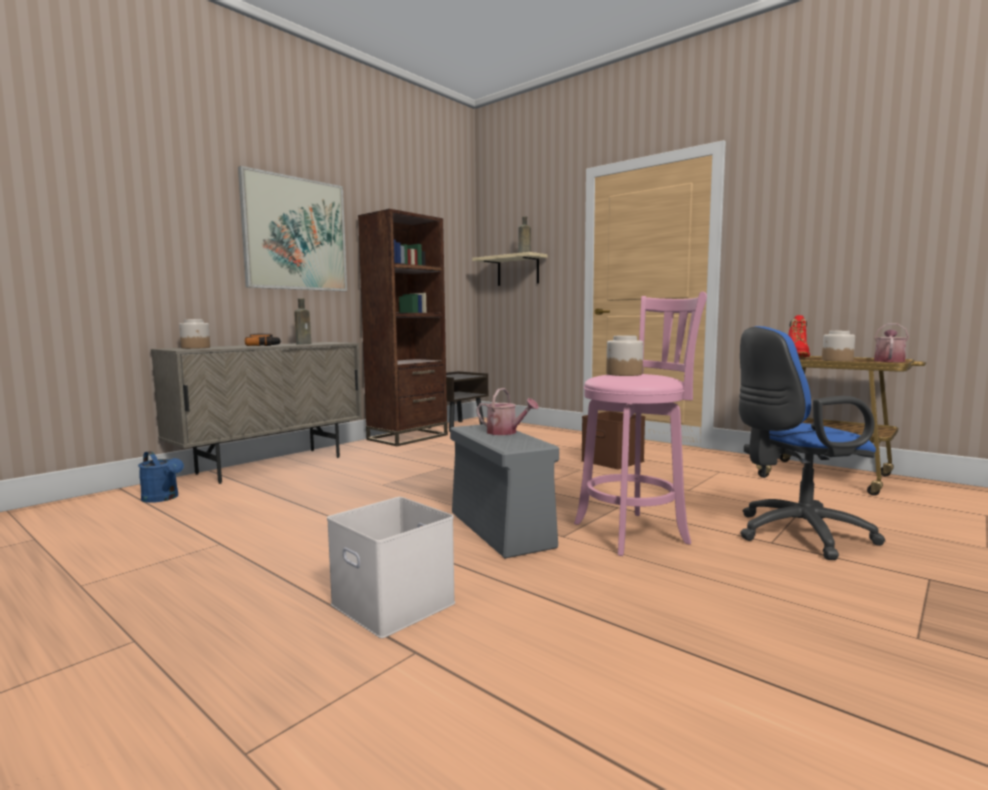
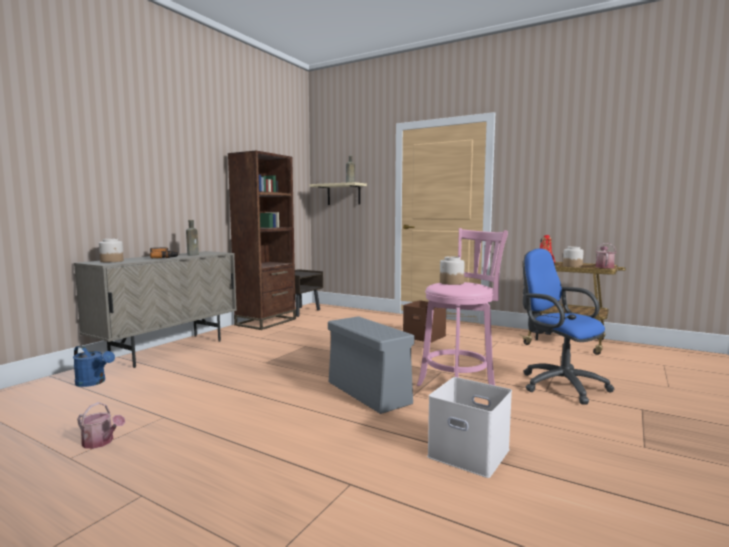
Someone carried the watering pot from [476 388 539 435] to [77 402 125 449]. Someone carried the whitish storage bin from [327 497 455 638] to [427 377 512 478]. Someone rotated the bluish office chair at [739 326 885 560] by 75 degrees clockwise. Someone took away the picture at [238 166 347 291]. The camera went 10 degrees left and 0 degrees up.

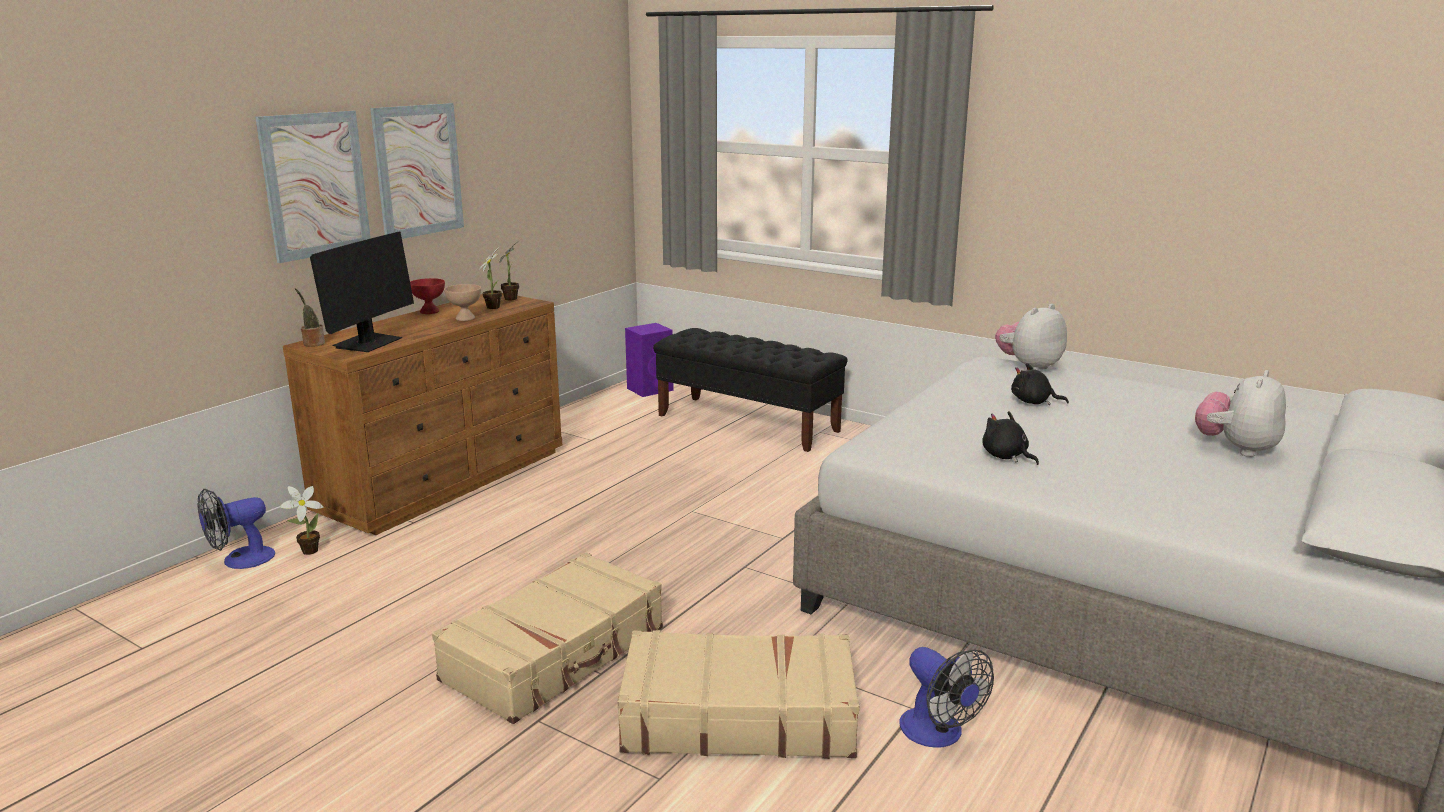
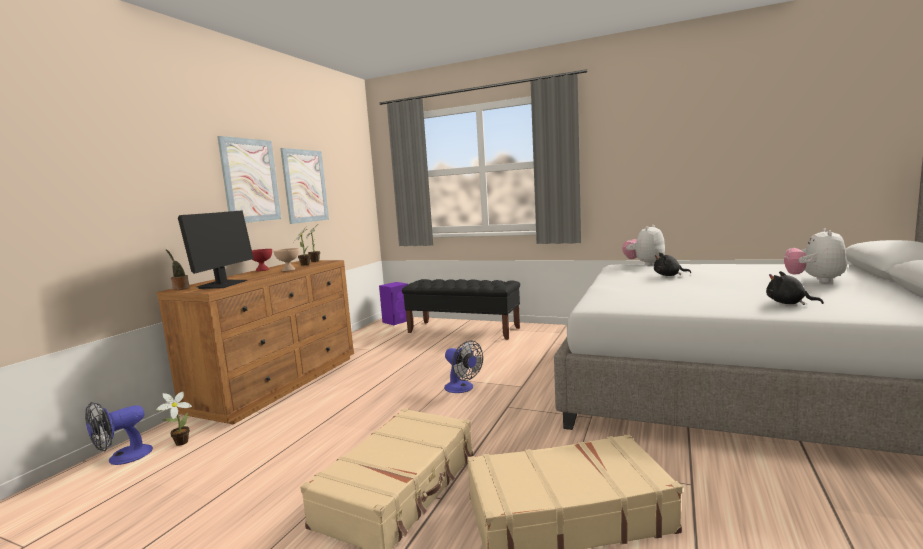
Someone carried the picture from [255 111 371 263] to [280 148 329 224]. Someone carried the electric fan from [899 647 994 748] to [444 340 483 393]. Someone carried the blackish plush toy from [982 411 1039 465] to [766 271 824 305]. The camera went 10 degrees left and 10 degrees down.

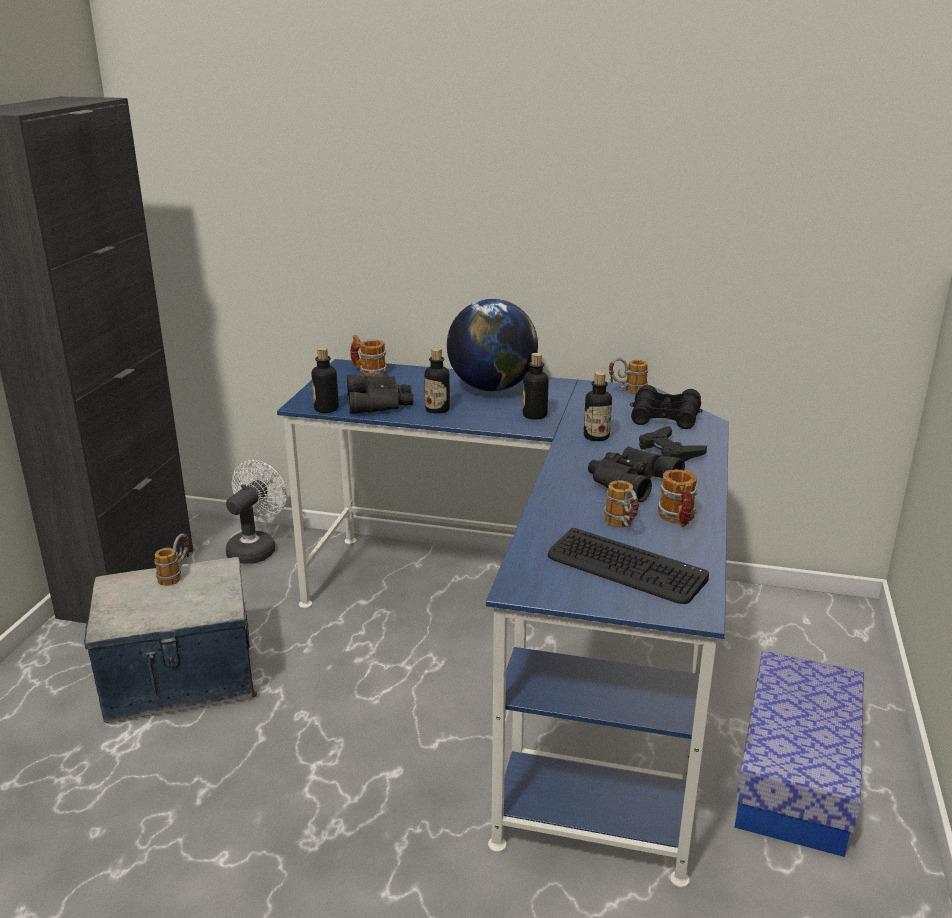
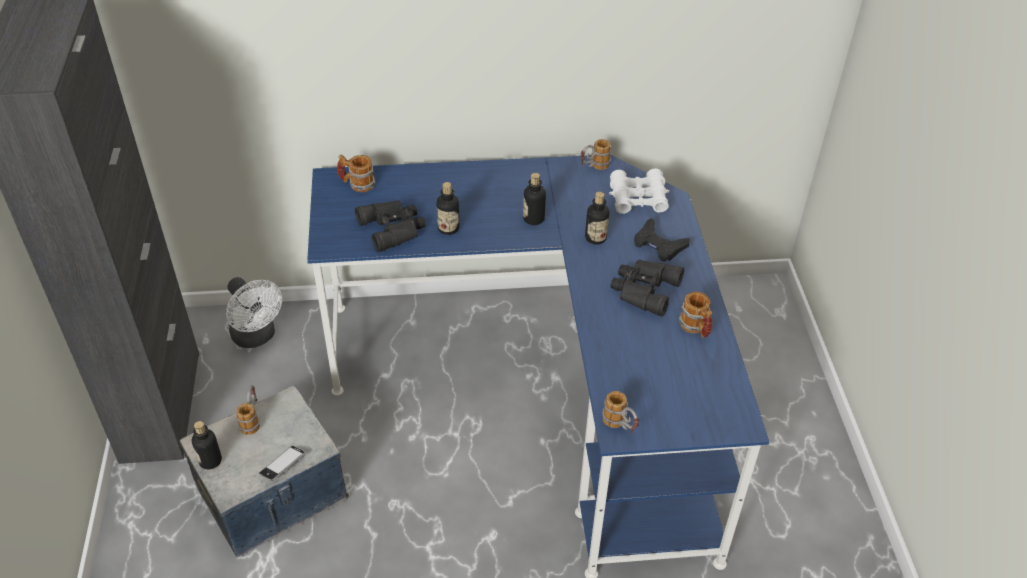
Someone carried the bottle from [311 347 339 413] to [192 421 222 469]. Someone rotated the whitish electric fan at [226 460 287 564] by 135 degrees clockwise. Someone put down the phone at [259 446 305 481]. Someone carried the tea mug from [604 480 639 527] to [602 391 639 434]. Someone repainted the blackish field glasses at [630 385 702 429], which became the whitish field glasses at [609 169 669 214]. Someone took away the world globe at [447 299 538 391]. Someone took away the PC keyboard at [548 528 709 604]. Someone took away the storage bin at [734 651 864 857]. The camera went 20 degrees left and 20 degrees up.

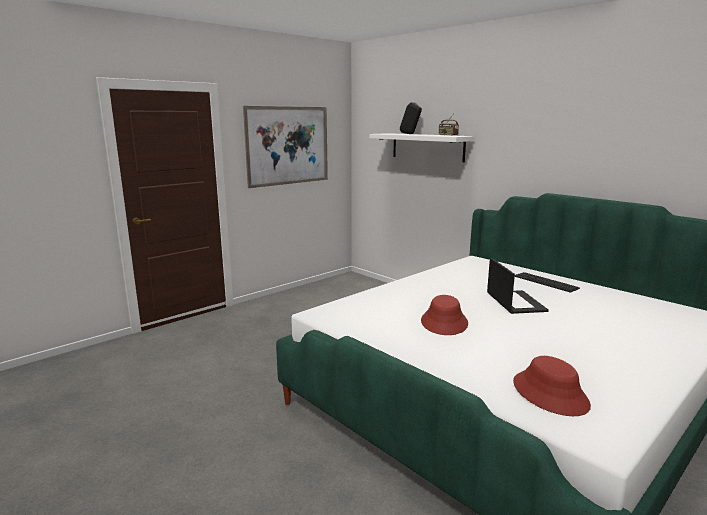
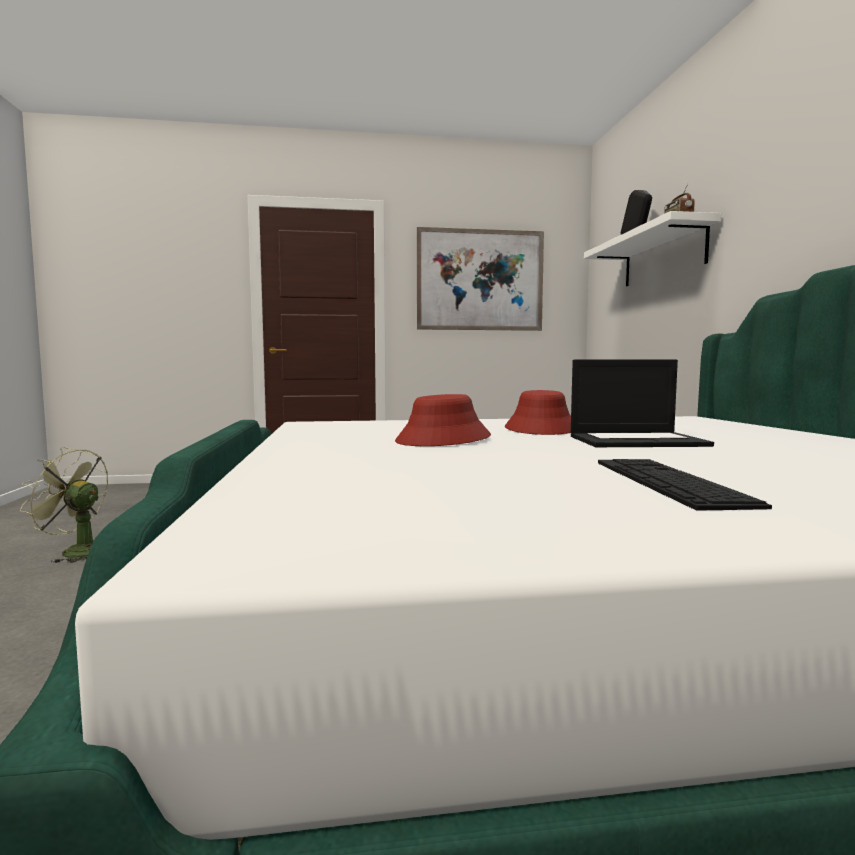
Someone put down the green electric fan at [20 447 108 563]. Someone carried the reddish clothing hat from [513 356 591 416] to [505 390 571 435]. Someone rotated the portable computer at [487 258 549 314] by 60 degrees clockwise. Someone carried the PC keyboard from [515 272 580 293] to [598 459 772 511]. The camera went 35 degrees right and 10 degrees down.

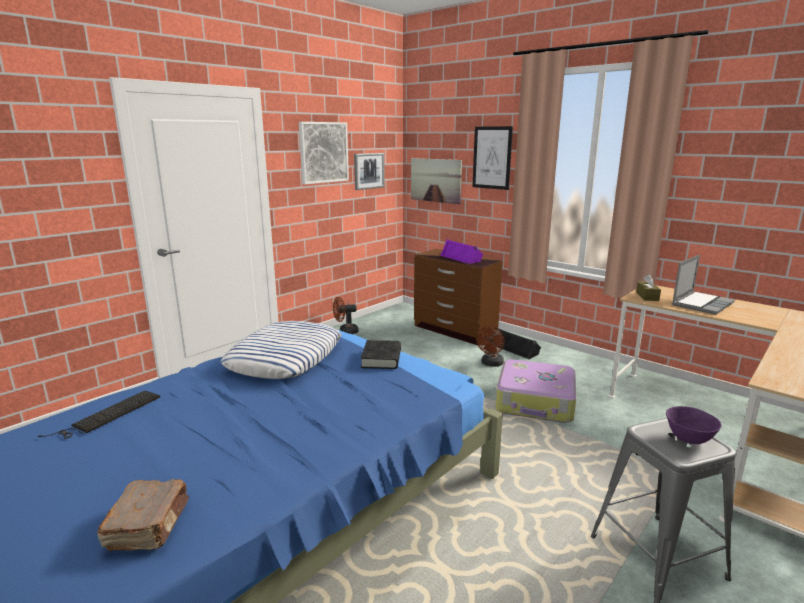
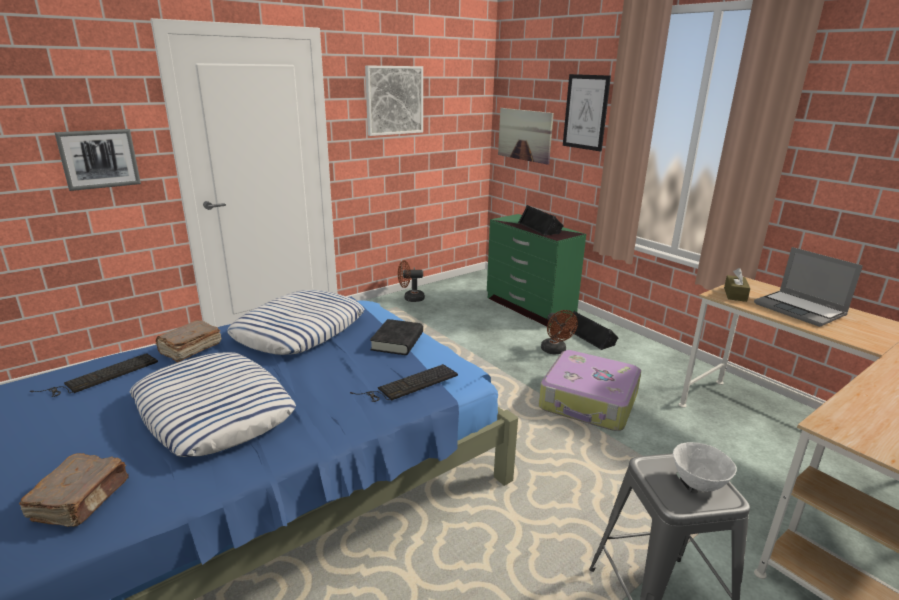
Someone carried the picture from [354 153 385 190] to [54 129 141 191]. Someone put down the cushion at [129 352 296 457]. Someone put down the brown-coloured volume at [156 320 221 363]. Someone put down the PC keyboard at [350 364 458 402]. Someone repainted the brown-coloured dresser at [414 249 502 345], which became the green dresser at [487 214 586 328]. Someone repainted the purple speaker at [440 239 483 264], which became the blackish speaker at [518 205 564 236]. Someone rotated the brown-coloured electric fan at [476 326 505 367] by 60 degrees counterclockwise. Someone repainted the purple deep dish at [666 406 722 444], which became the whitish deep dish at [673 442 737 492]. Someone rotated the portable computer at [672 254 735 315] by 90 degrees clockwise. The camera went 10 degrees right and 5 degrees up.

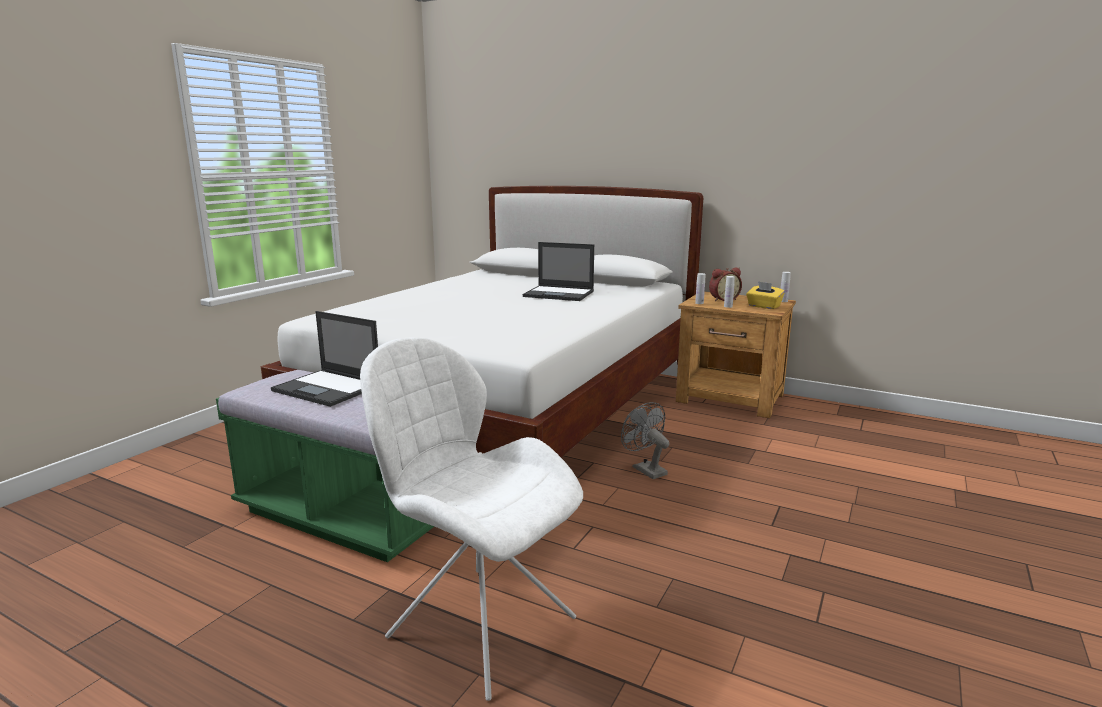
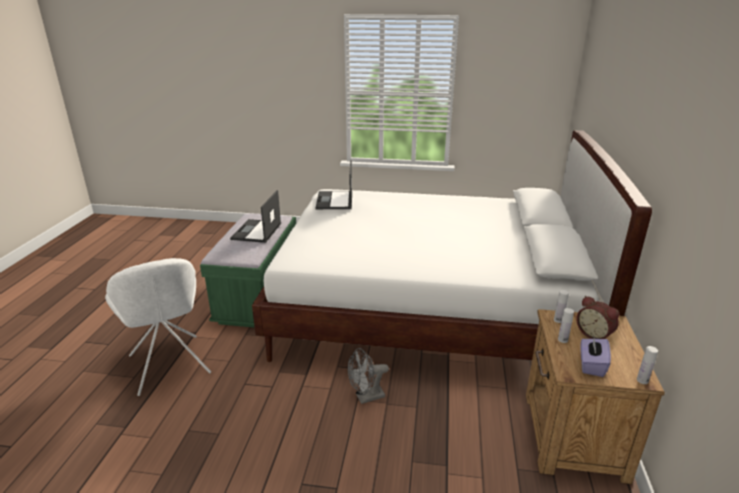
Someone rotated the whitish upright chair at [360 337 583 701] by 135 degrees clockwise. Someone carried the portable computer from [523 242 594 301] to [316 160 352 209]. Someone rotated the grey electric fan at [621 402 669 479] by 150 degrees counterclockwise. Someone repainted the yellow tissue holder at [746 281 785 309], which became the purple tissue holder at [581 338 611 377]. The camera went 70 degrees right and 10 degrees up.

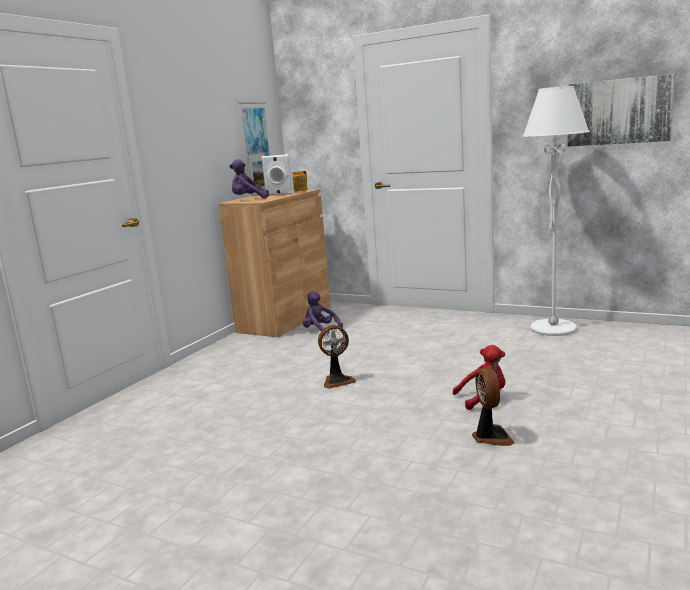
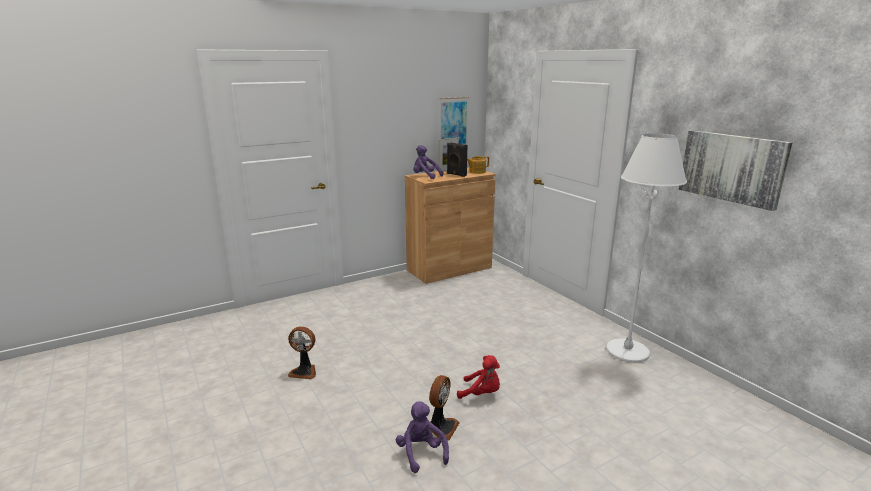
Someone carried the electric fan from [318 325 356 389] to [288 326 316 379]. Someone carried the purple plush toy from [302 292 343 335] to [396 401 449 473]. Someone repainted the whitish speaker at [262 154 294 196], which became the blackish speaker at [447 143 467 177]. The camera went 30 degrees right and 5 degrees up.

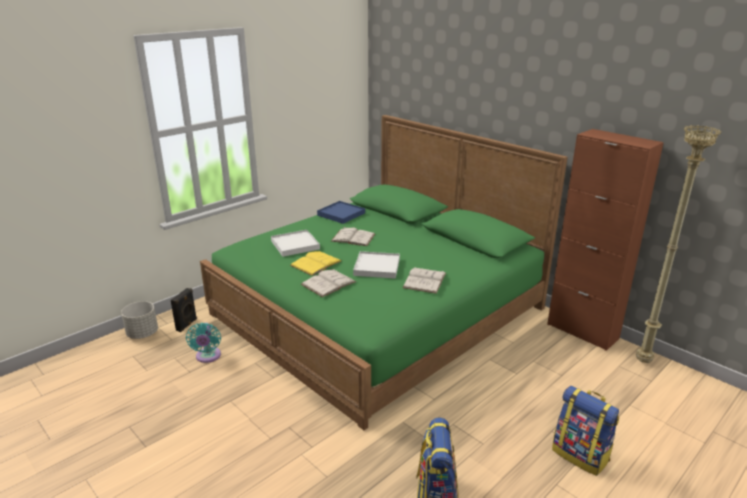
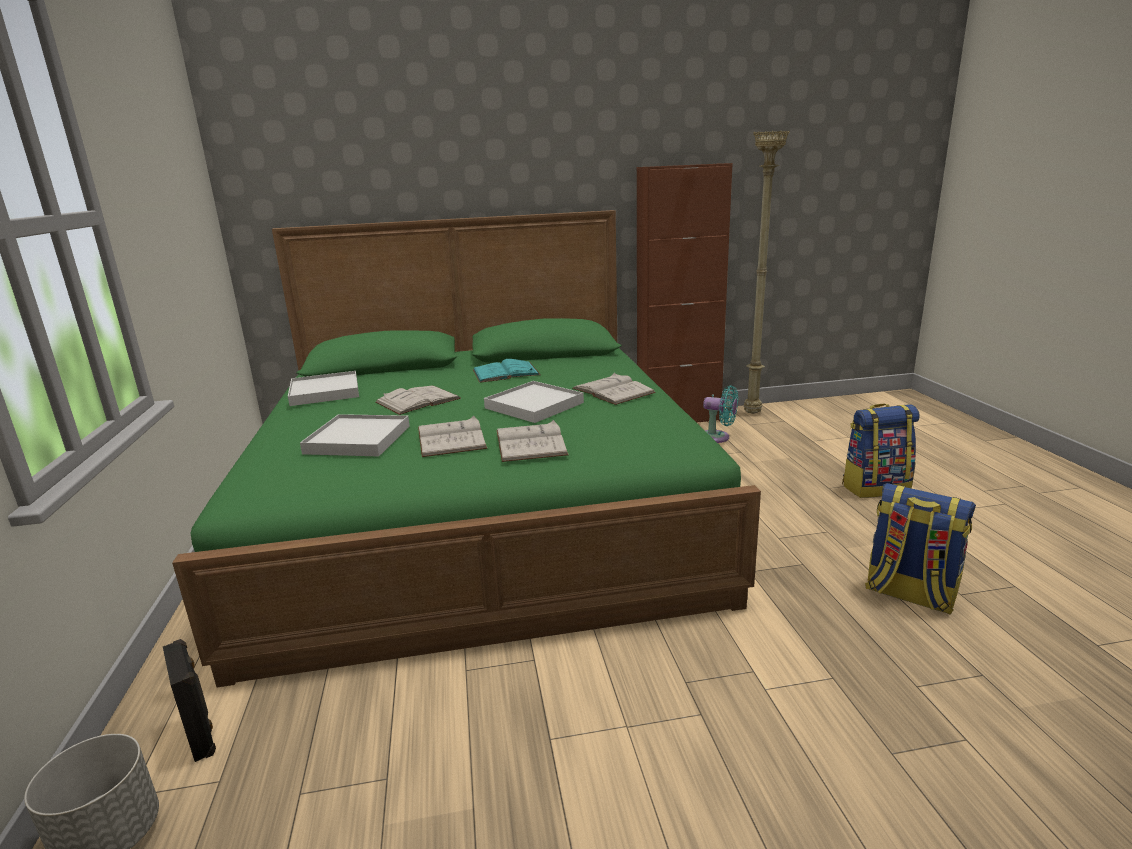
Someone repainted the bluish serving tray at [317 201 365 224], which became the whitish serving tray at [288 371 359 406]. Someone repainted the yellow volume at [290 251 342 276], which became the whitish volume at [418 416 487 457]. Someone put down the turquoise volume at [473 359 541 383]. Someone carried the turquoise electric fan from [186 323 221 363] to [703 386 738 443]. The camera went 55 degrees left and 5 degrees down.

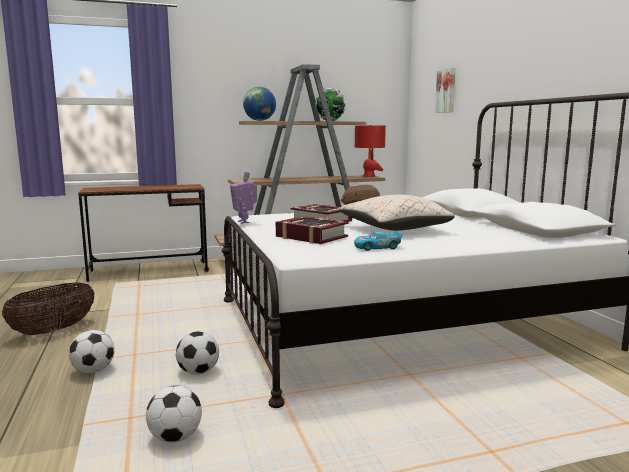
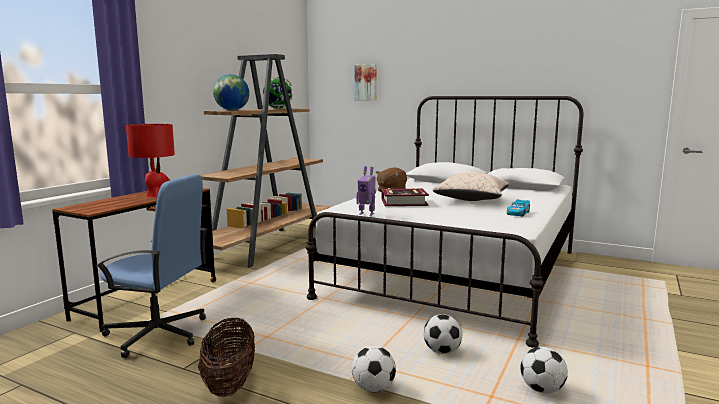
Someone put down the bluish office chair at [95 174 207 358]. Someone carried the reddish lamp for a table from [355 125 386 177] to [126 124 175 197]. Someone took away the volume at [276 216 348 244]. The camera went 45 degrees left and 0 degrees up.

